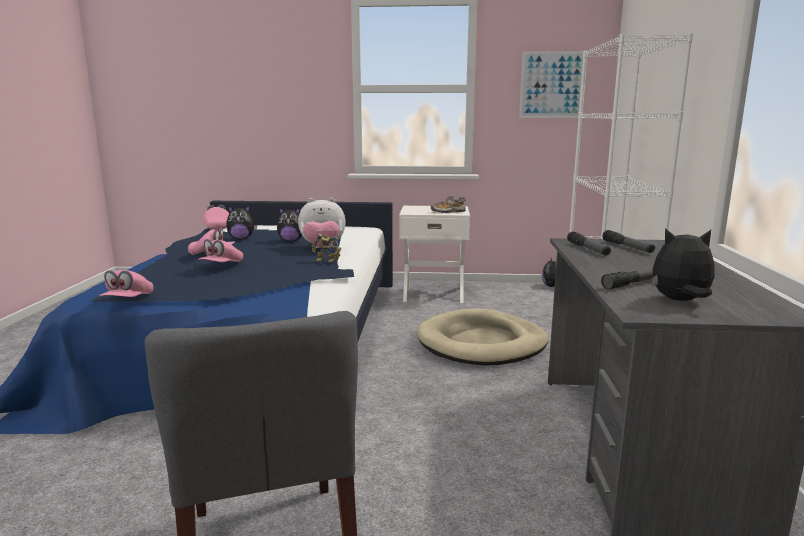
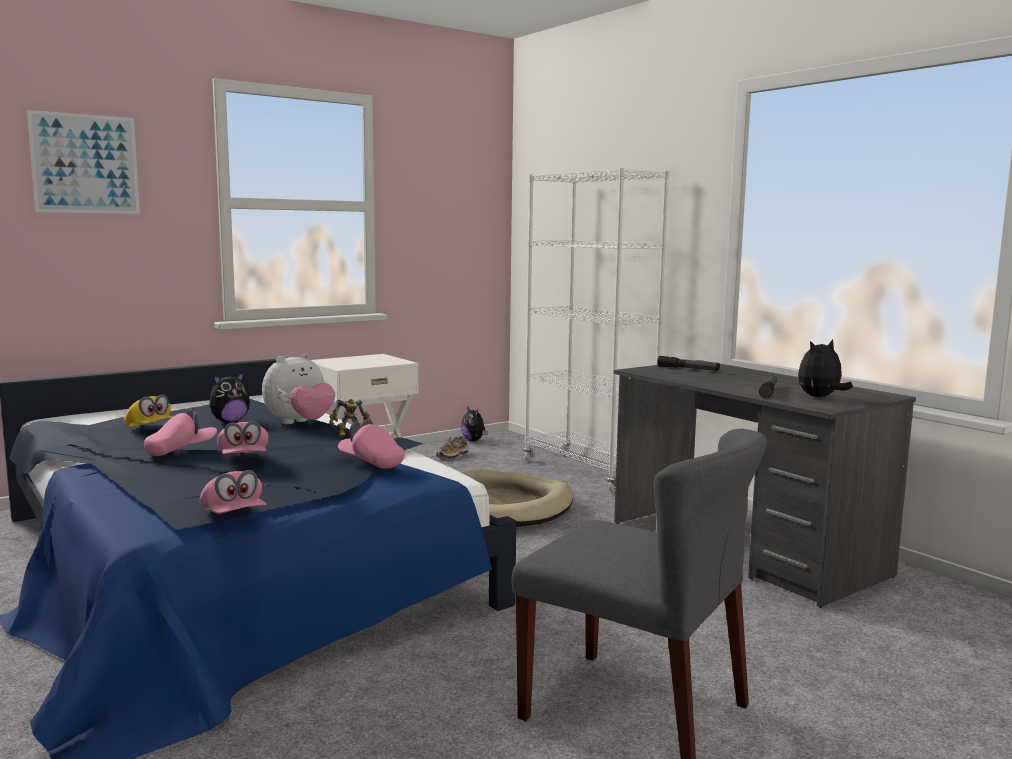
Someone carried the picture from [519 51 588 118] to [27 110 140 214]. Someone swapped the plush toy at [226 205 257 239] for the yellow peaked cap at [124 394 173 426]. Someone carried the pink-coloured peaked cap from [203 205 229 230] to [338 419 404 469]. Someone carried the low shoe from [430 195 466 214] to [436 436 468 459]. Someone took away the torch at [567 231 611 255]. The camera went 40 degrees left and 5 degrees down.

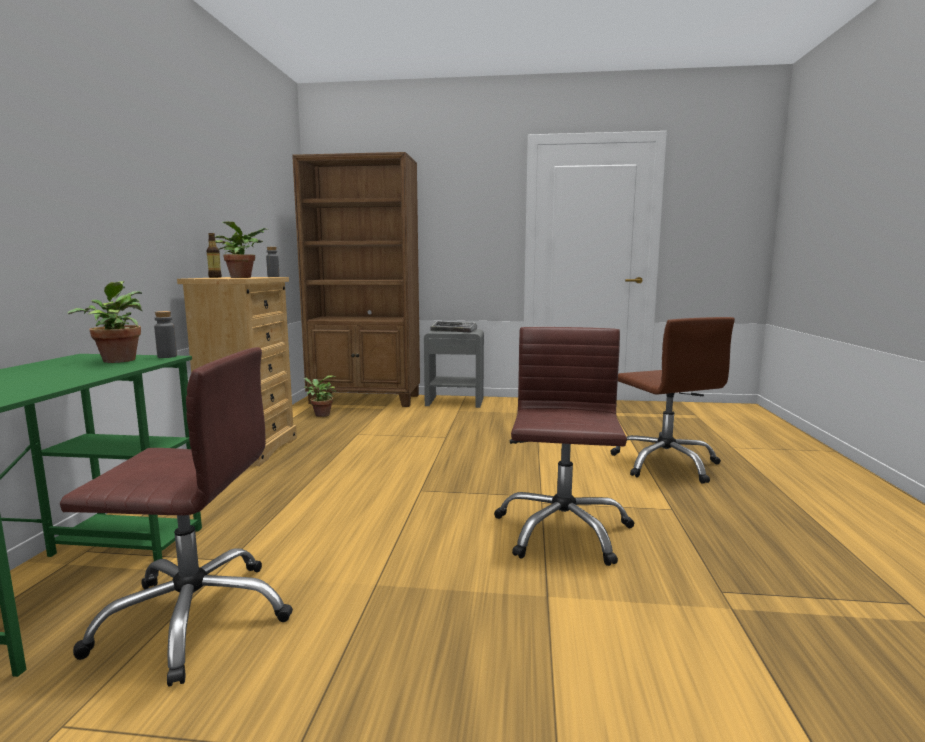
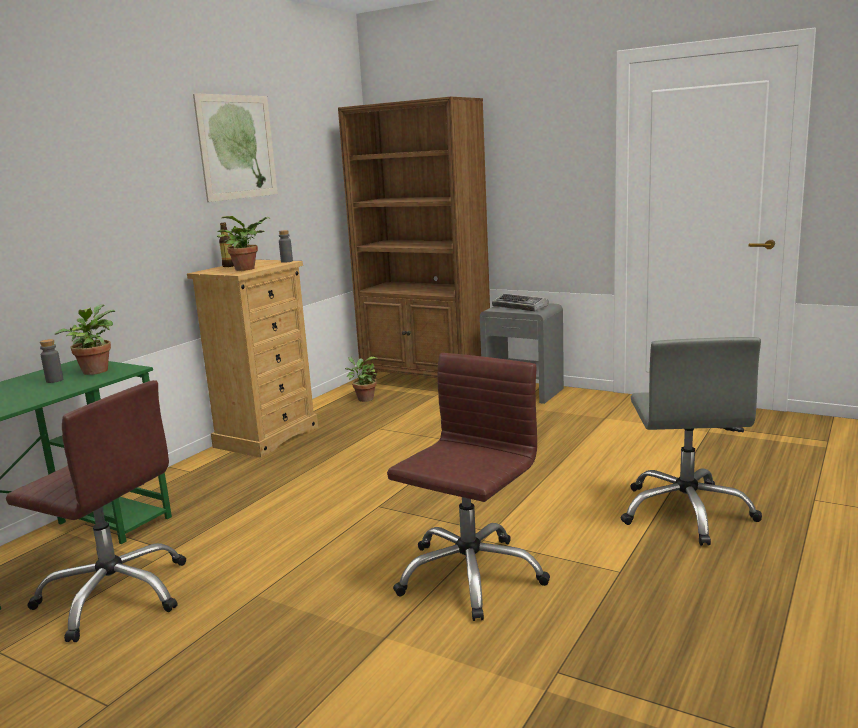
Someone carried the grey bottle from [154 311 177 358] to [40 339 63 383]. Someone put up the picture at [193 93 278 202]. Someone repainted the brown-coloured office chair at [610 317 735 484], which became the grey office chair at [621 337 762 546]. The camera went 25 degrees right and 5 degrees up.

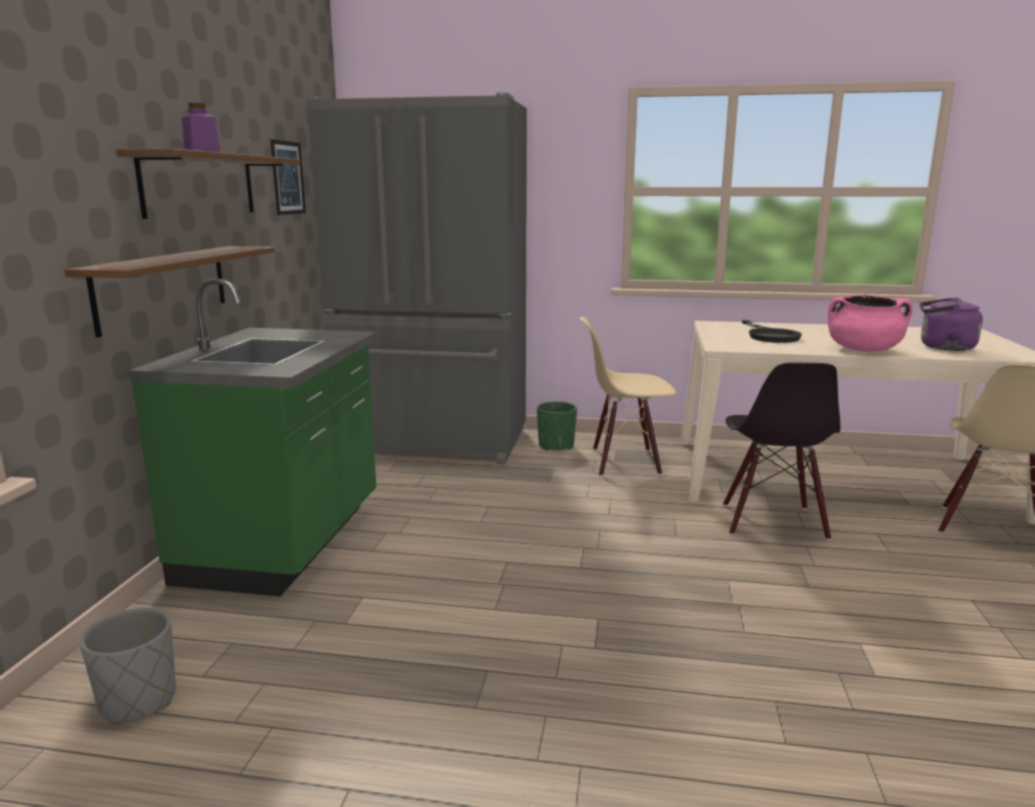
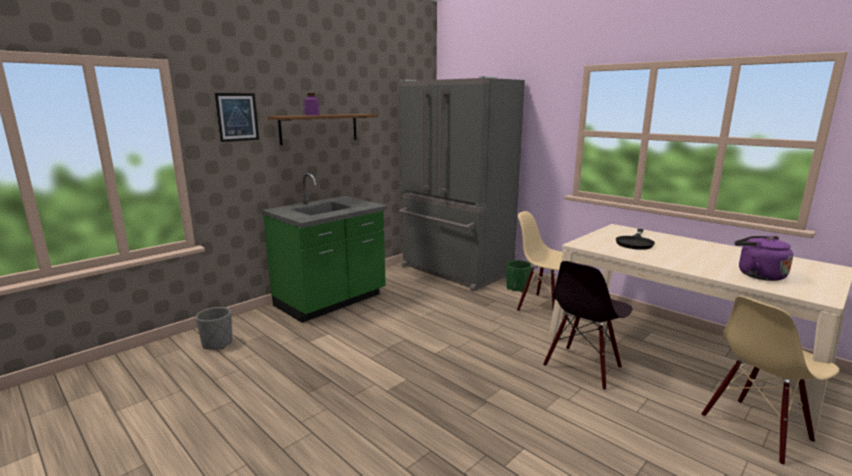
Someone carried the picture from [270 139 306 215] to [215 93 259 142]. Someone took away the brown-coloured shelf at [64 246 275 338]. Someone took away the pink-coloured saucepot at [828 295 913 351]. The camera went 35 degrees right and 0 degrees up.

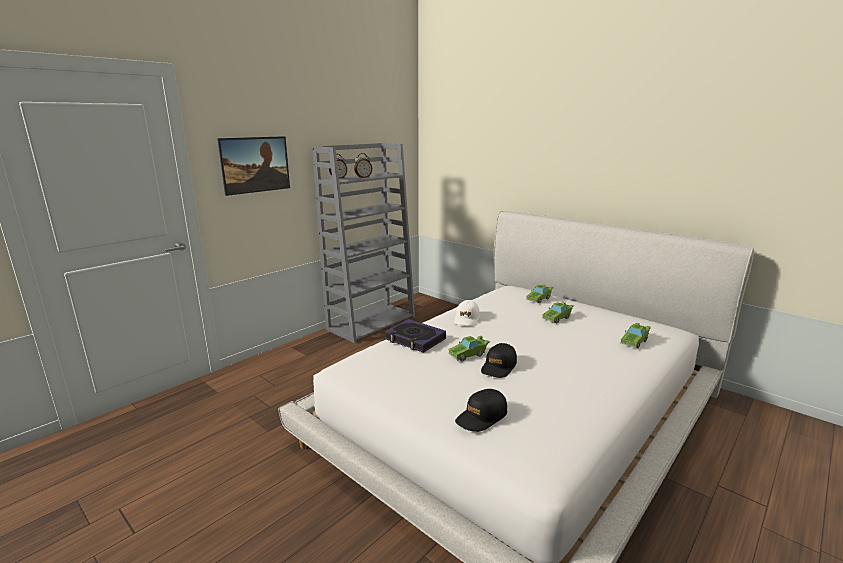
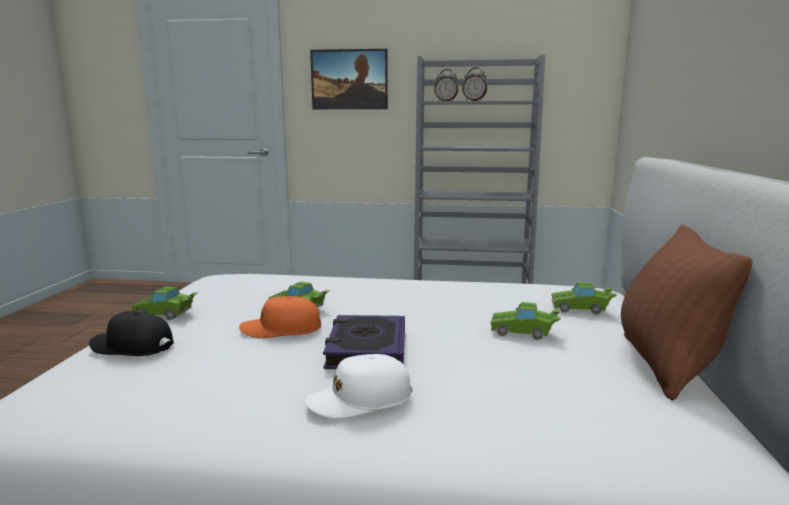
Someone carried the green toy car from [620 323 651 348] to [130 287 197 320]. Someone repainted the blackish peaked cap at [481 343 517 378], which became the orange peaked cap at [239 296 321 338]. Someone carried the whitish peaked cap from [454 300 480 326] to [305 354 413 419]. Someone carried the volume from [384 319 446 353] to [323 315 405 369]. Someone put down the brown-coloured cushion at [621 225 753 400]. The camera went 55 degrees right and 5 degrees down.

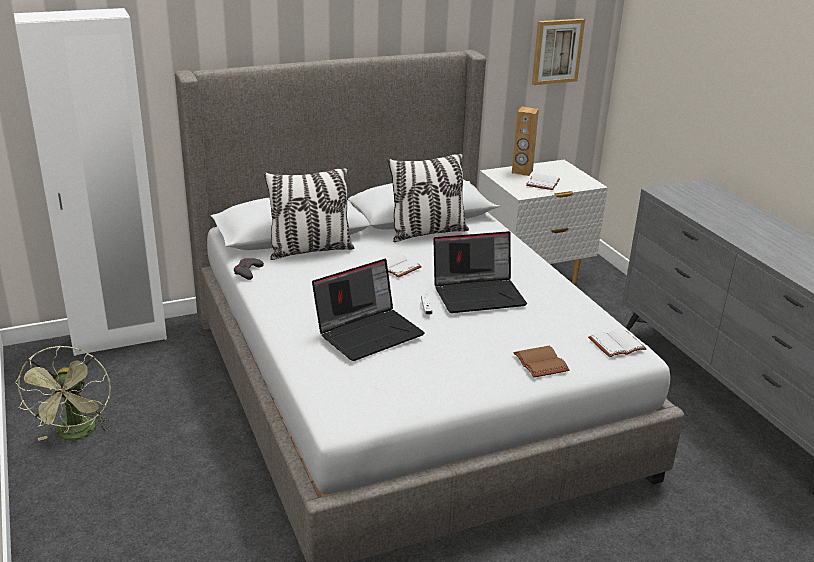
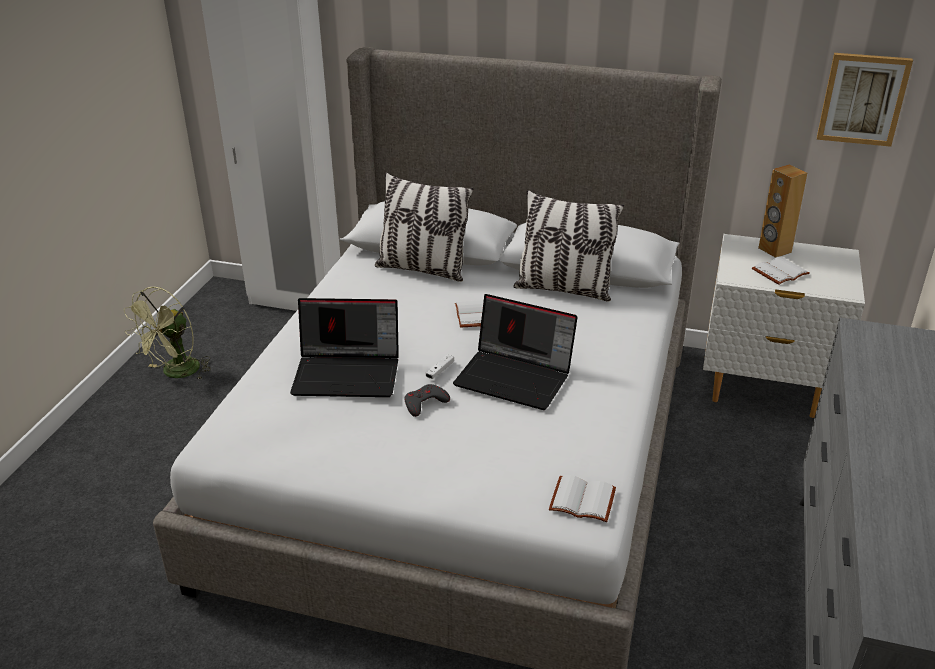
Someone carried the grey gamepad from [234 258 264 280] to [404 384 450 417]. Someone took away the brown-coloured volume at [513 346 570 377]. The camera went 40 degrees right and 5 degrees up.

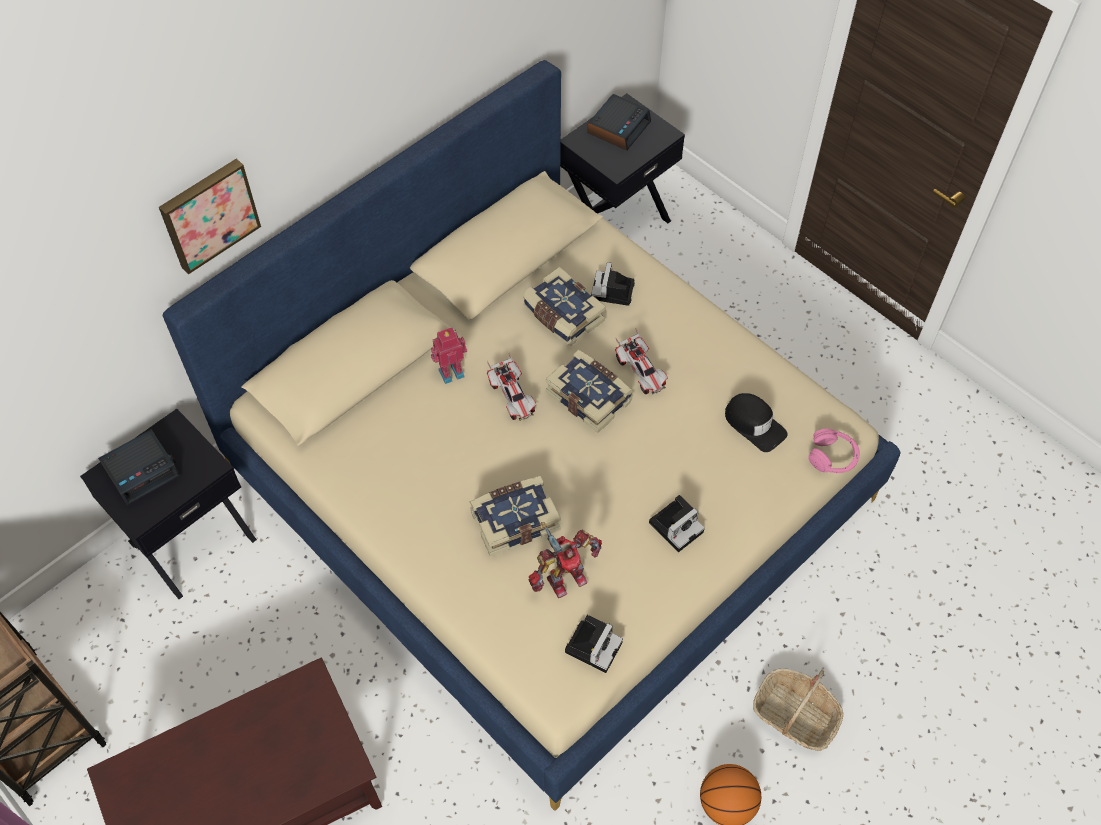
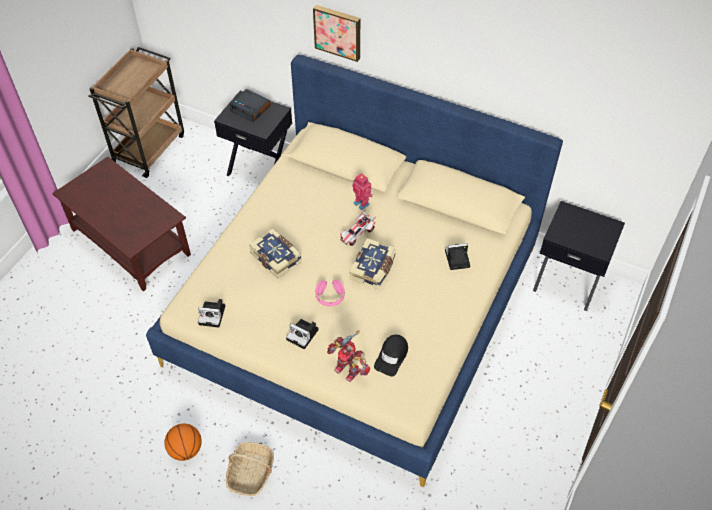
Someone carried the pink-coloured headphones from [808 429 860 473] to [315 280 345 306]. Someone carried the robot figure from [529 522 602 598] to [327 330 370 382]. Someone took away the volume at [523 267 606 346]. Someone took away the table clock at [587 94 651 151]. Someone took away the toy car at [615 328 668 394]. The camera went 70 degrees right and 5 degrees down.

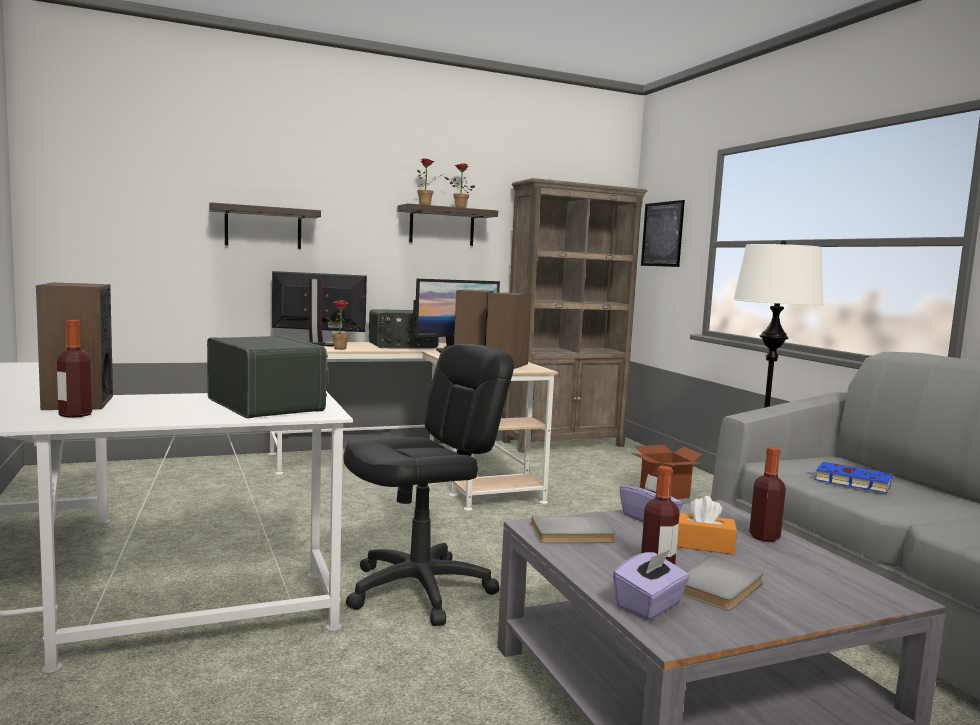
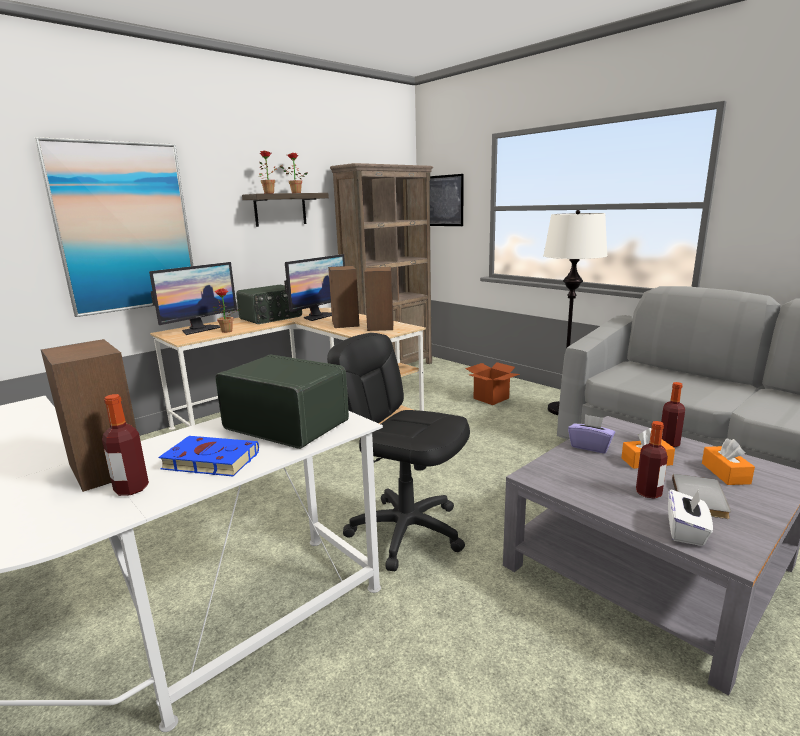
Someone swapped the shelf at [209 202 321 249] for the picture at [35 137 193 317]. Someone rotated the monitor at [272 271 367 347] by 150 degrees clockwise. Someone carried the bluish volume from [806 462 893 493] to [158 436 259 477]. Someone rotated the blackish office chair at [343 344 514 626] by 90 degrees counterclockwise. Someone repainted the purple tissue holder at [613 549 690 620], which became the whitish tissue holder at [668 489 713 546]. Someone put down the orange tissue holder at [702 438 755 485]. Someone took away the grey volume at [531 516 615 543]. The camera went 20 degrees left and 10 degrees up.

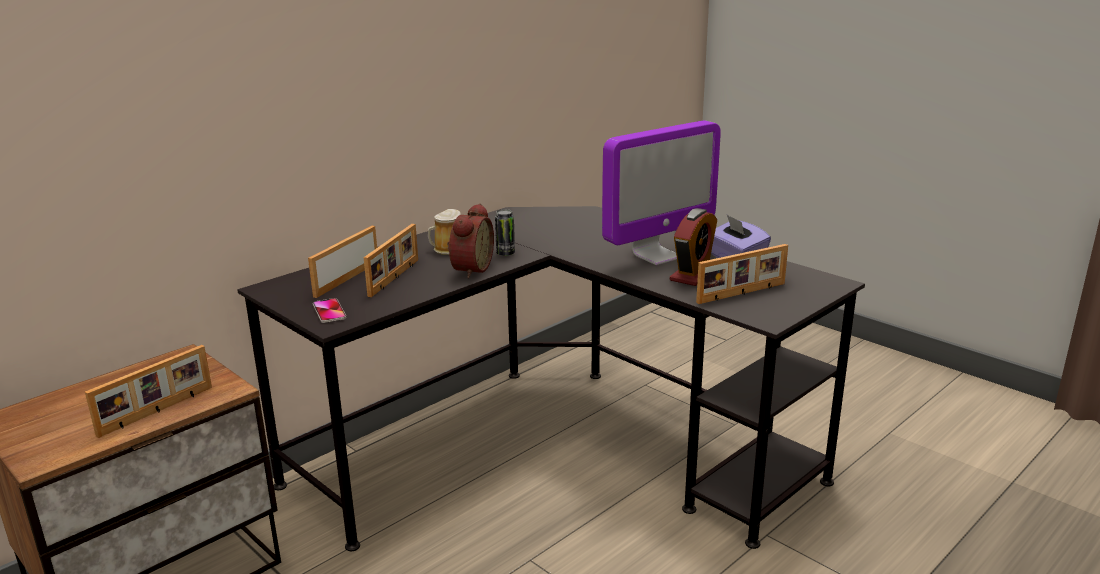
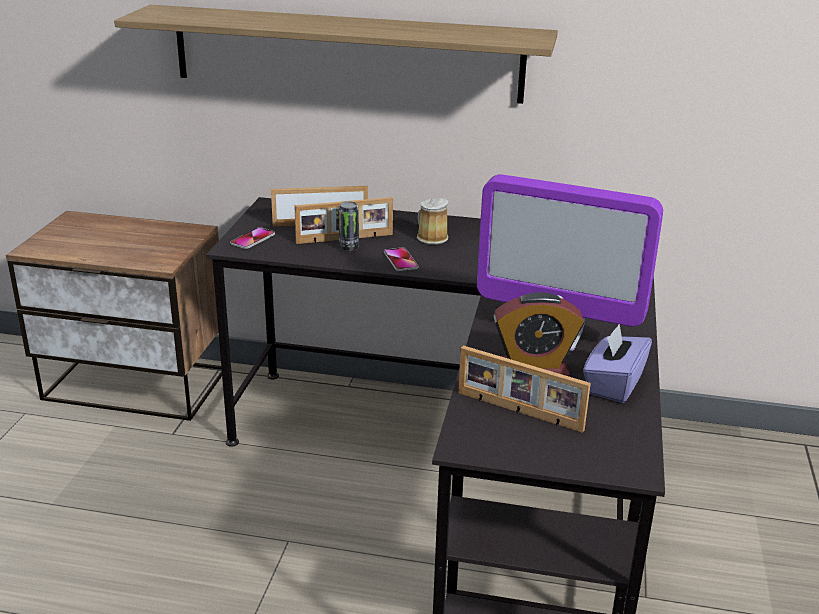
Someone put up the shelf at [114 5 558 104]. Someone carried the can from [495 209 515 256] to [339 201 359 251]. Someone swapped the table clock at [447 203 494 278] for the phone at [384 247 418 271]. Someone took away the photo frame at [85 345 212 438]. The camera went 55 degrees right and 5 degrees up.

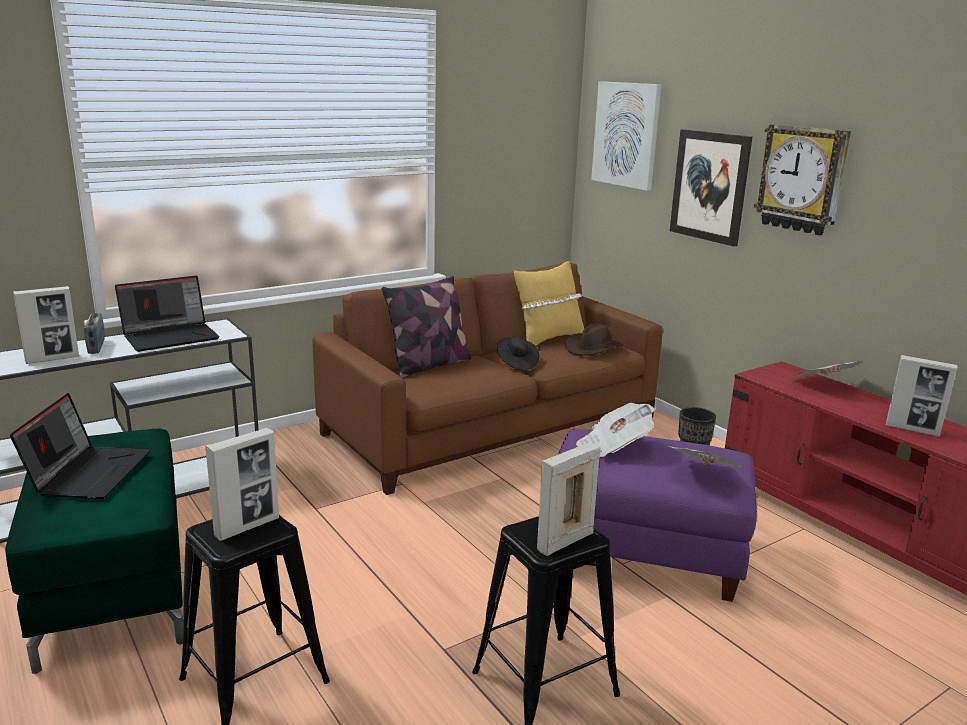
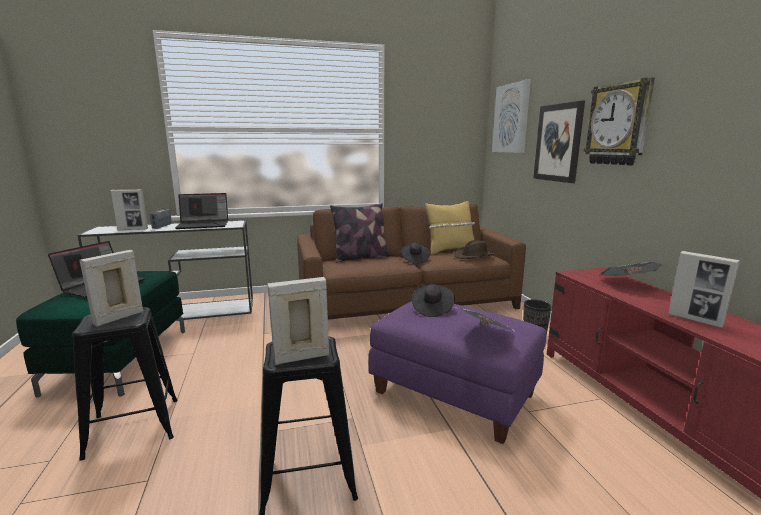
Someone rotated the photo frame at [205 428 279 541] by 150 degrees clockwise. Someone swapped the printed paper at [576 403 655 457] for the blackish clothing hat at [412 284 455 317]. The camera went 20 degrees right and 5 degrees down.

